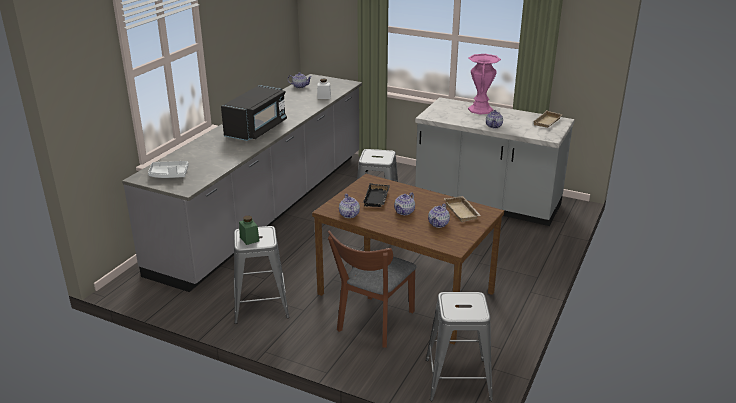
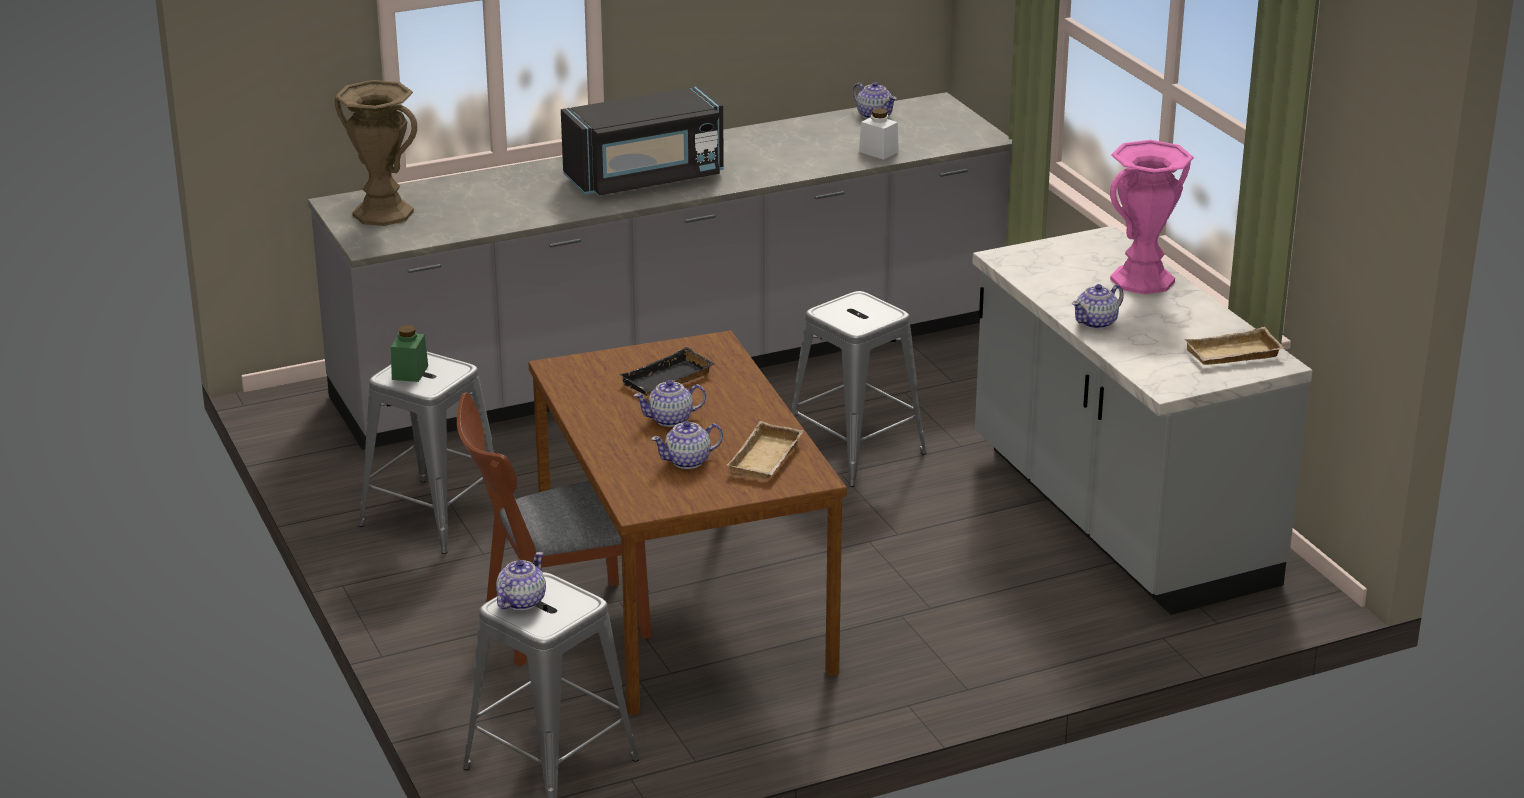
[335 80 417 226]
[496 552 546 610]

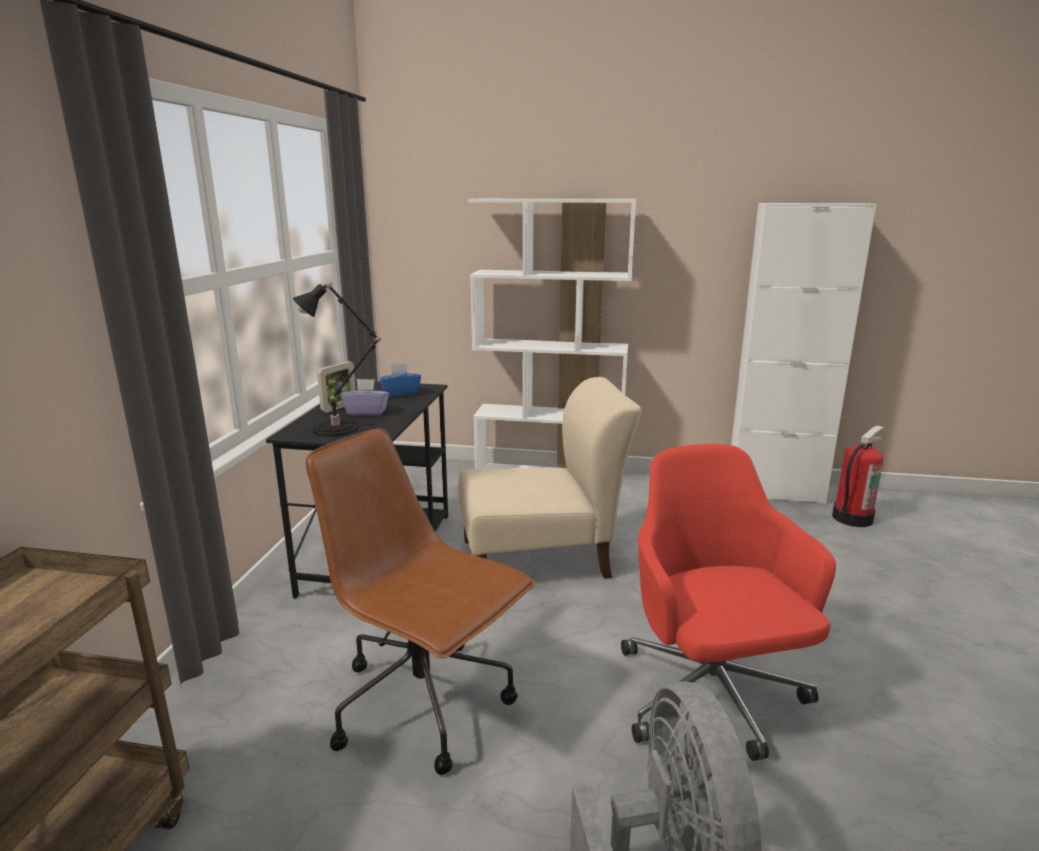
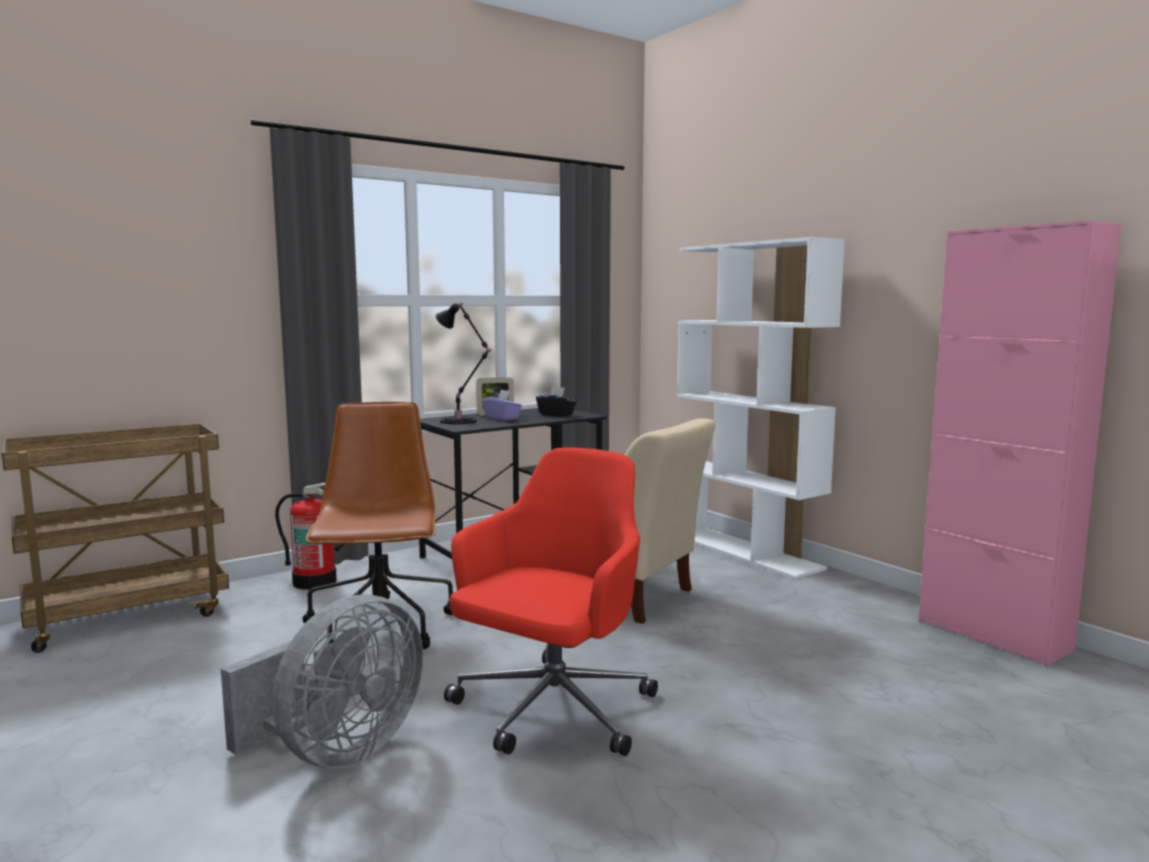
[536 387 576 417]
[919 220 1121 667]
[275 483 337 590]

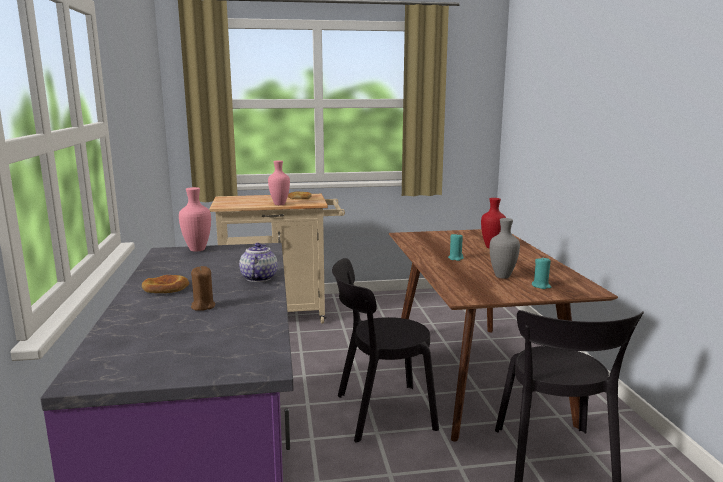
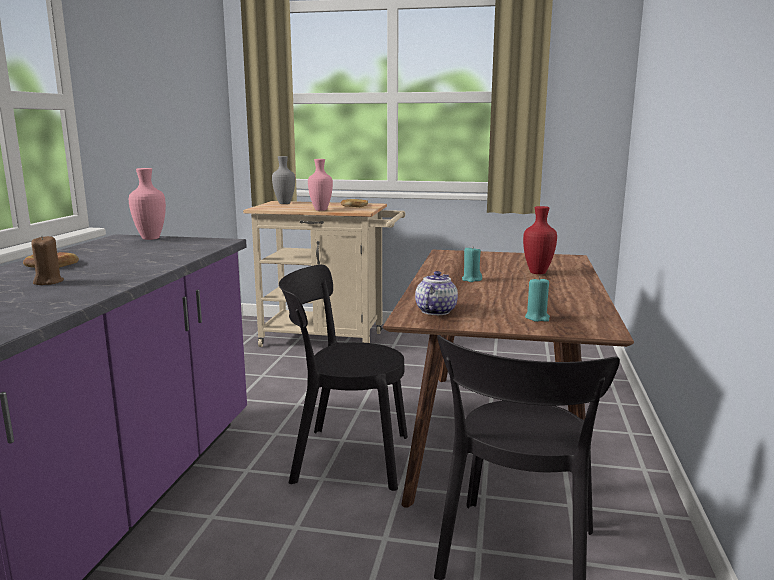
[415 271 458 315]
[272 156 295 204]

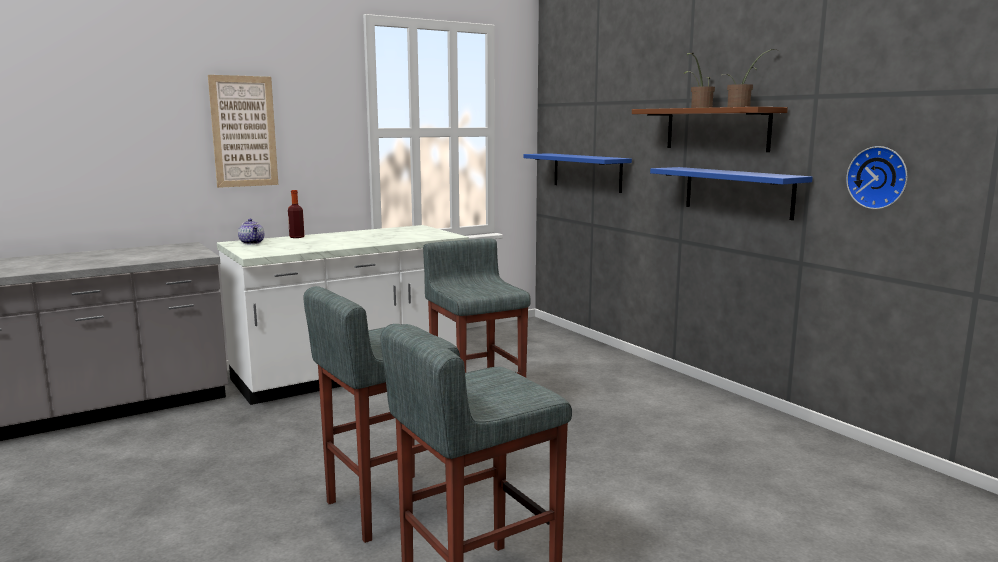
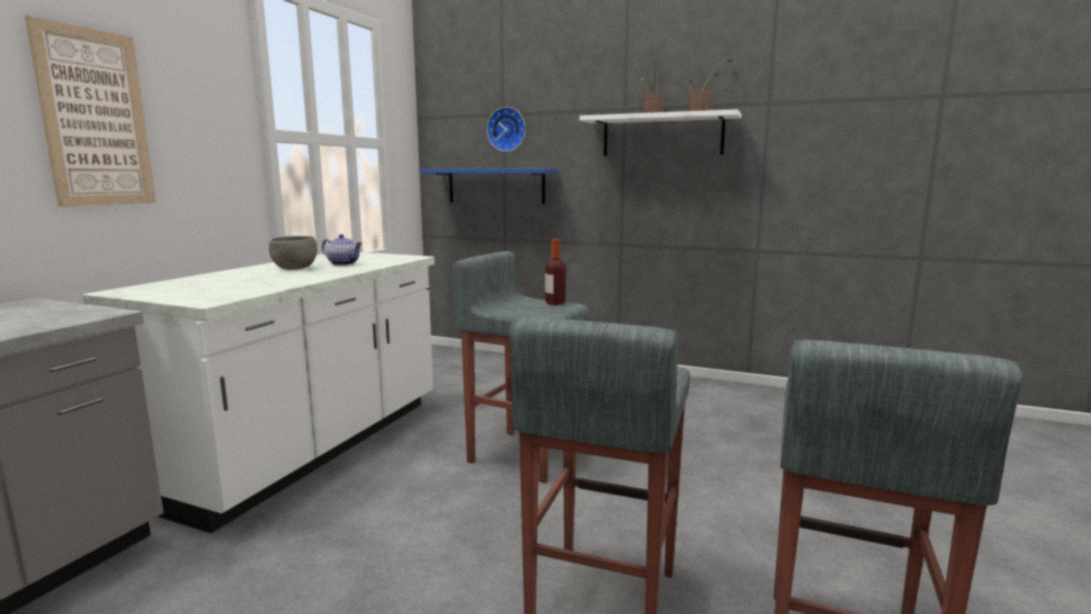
[322 234 363 266]
[545 239 566 305]
[580 109 742 156]
[650 167 813 220] (first image)
[487 107 526 152]
[269 236 317 270]

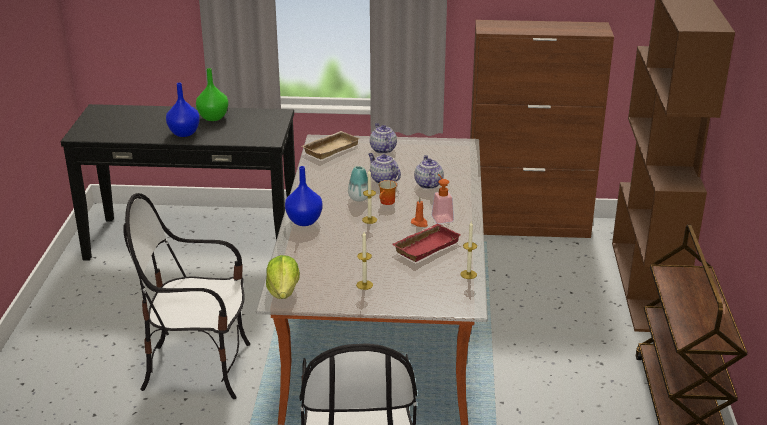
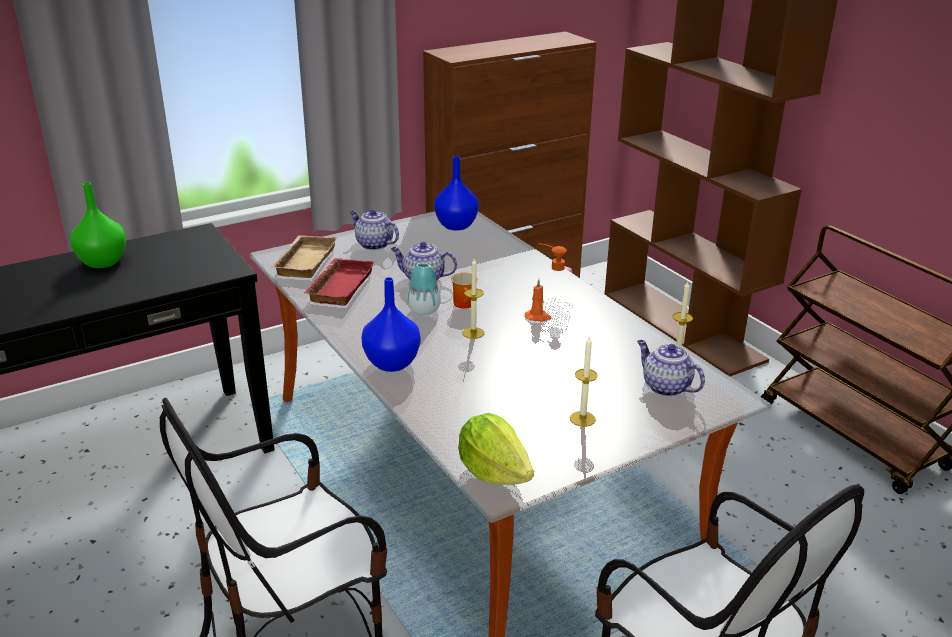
[434 156 479 230]
[305 258 374 305]
[637 340 705 397]

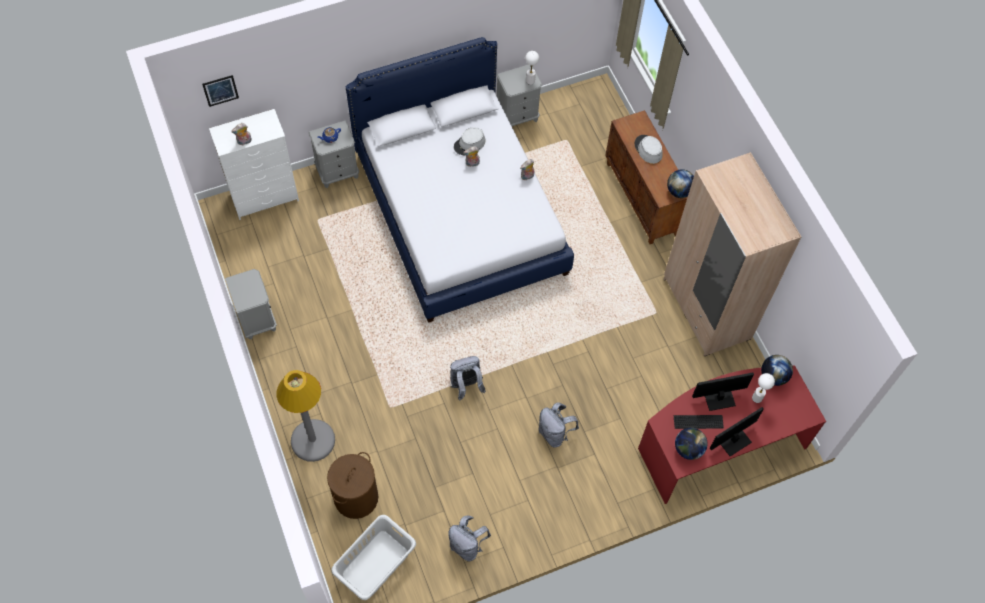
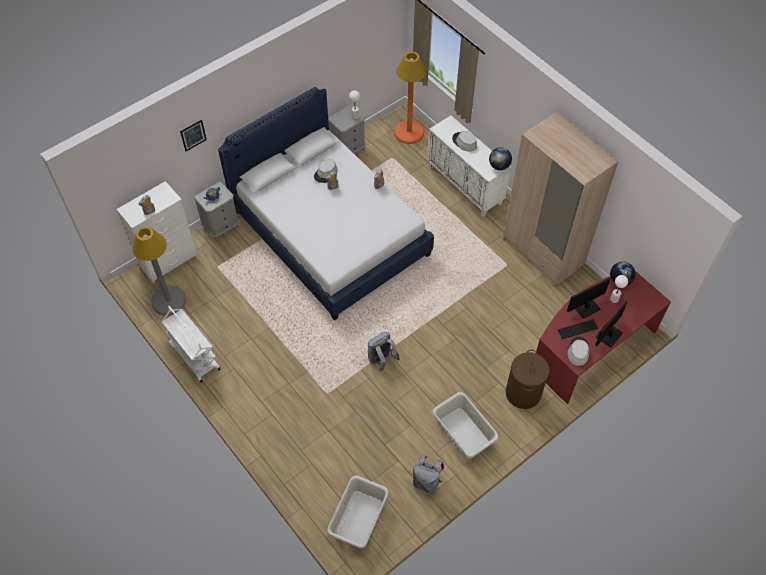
[180 120 207 151]
[162 306 221 382]
[132 226 186 316]
[506 350 549 409]
[538 403 579 448] (first image)
[427 116 511 217]
[567 337 589 366]
[394 51 426 144]
[432 392 499 459]

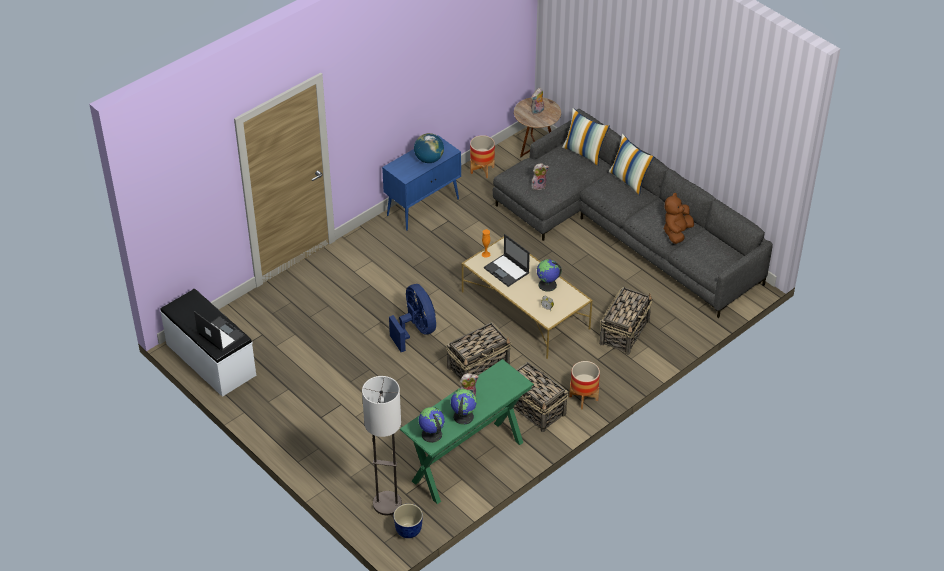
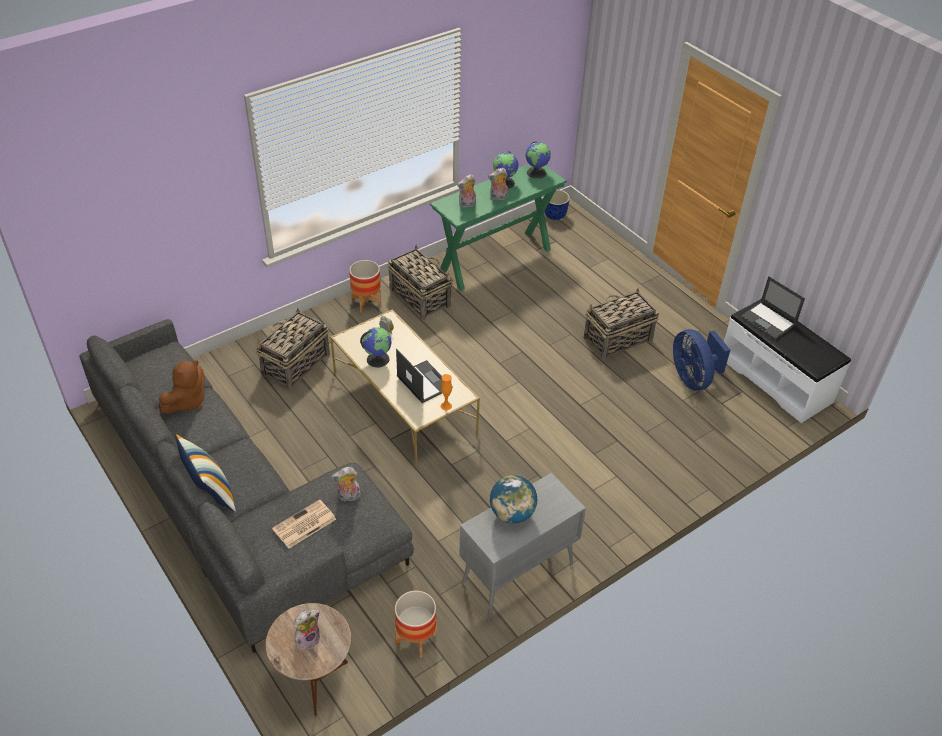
[362 376 402 515] (first image)
[459 473 586 617]
[673 329 730 390]
[584 288 659 360]
[562 108 610 166] (first image)
[272 500 336 549]
[457 174 476 208]

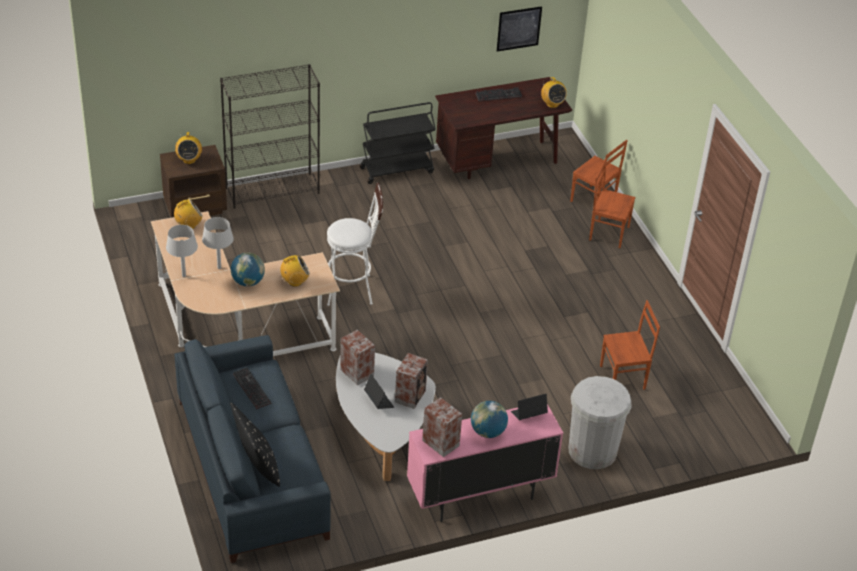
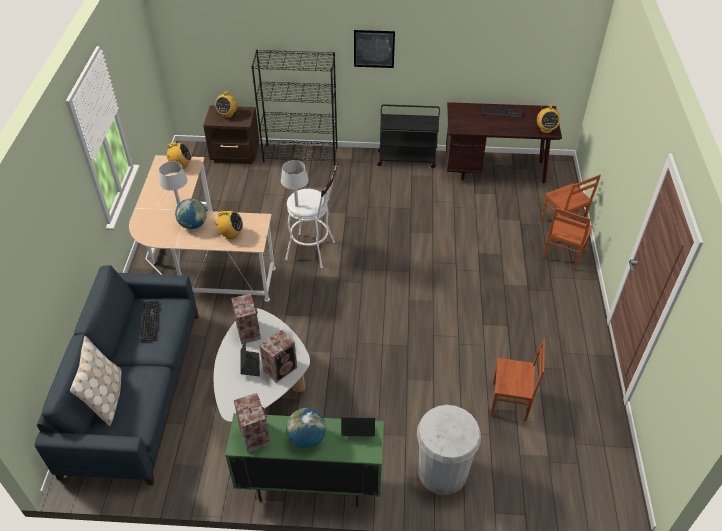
[281 160 309 207]
[70 336 122 426]
[225 413 384 507]
[354 30 395 68]
[543 208 593 270]

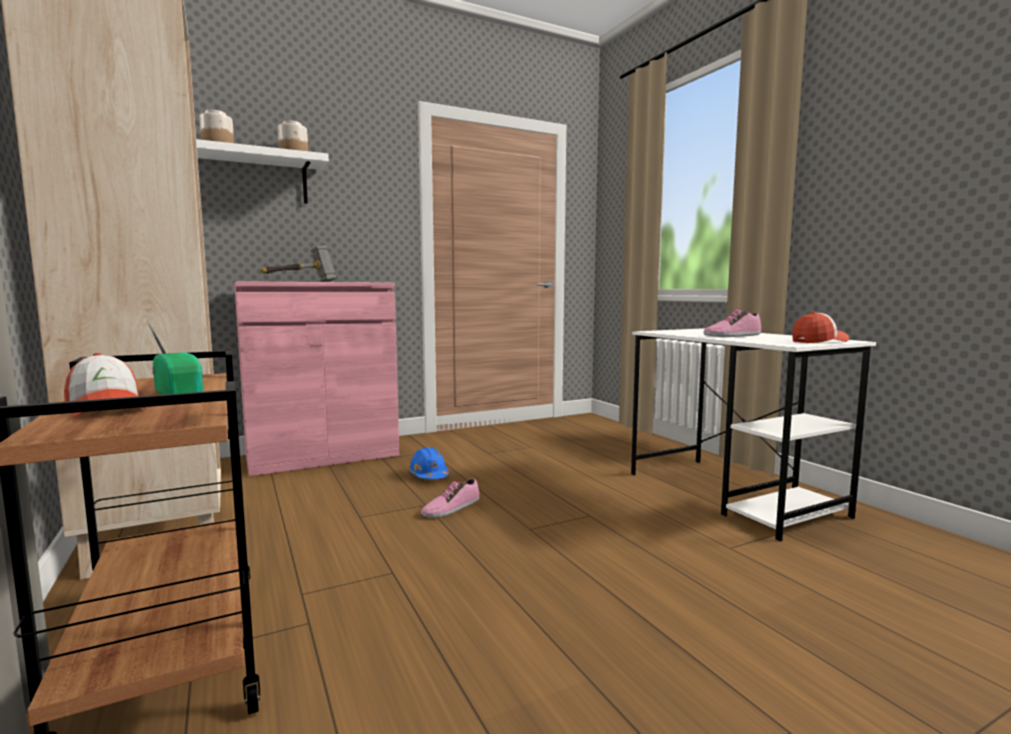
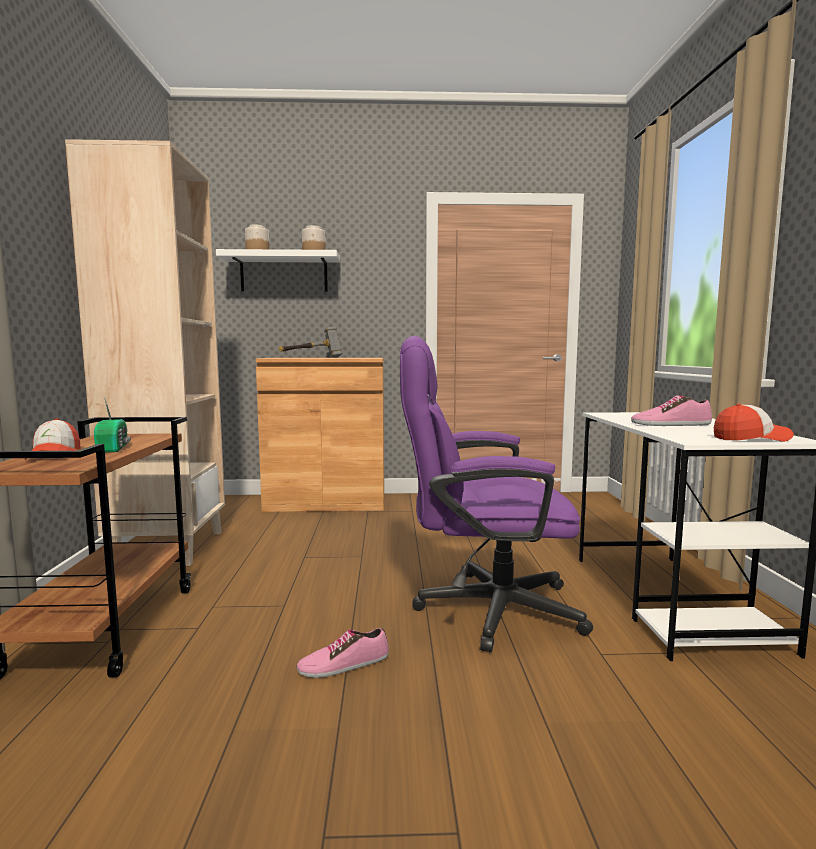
[256 358 384 512]
[408 447 449 480] (first image)
[296 628 389 678]
[400 336 593 652]

